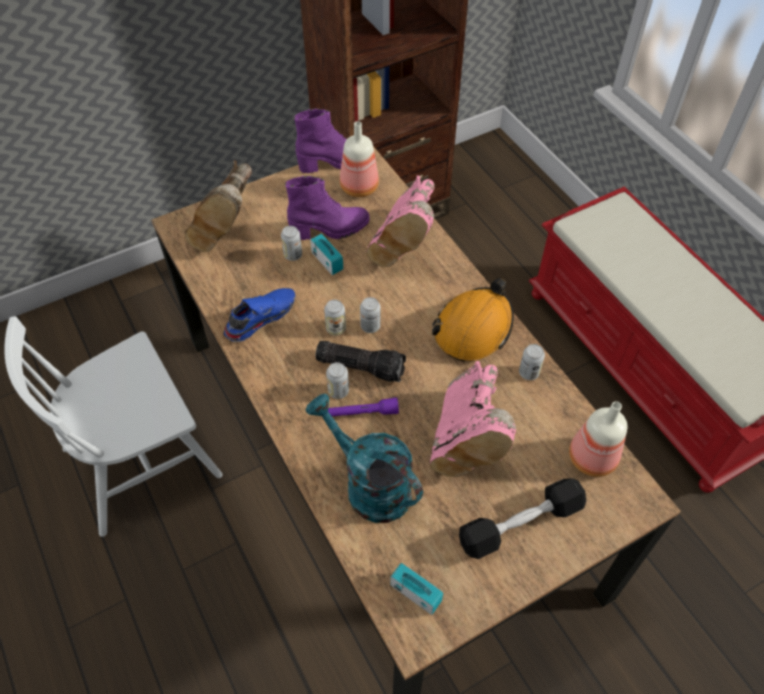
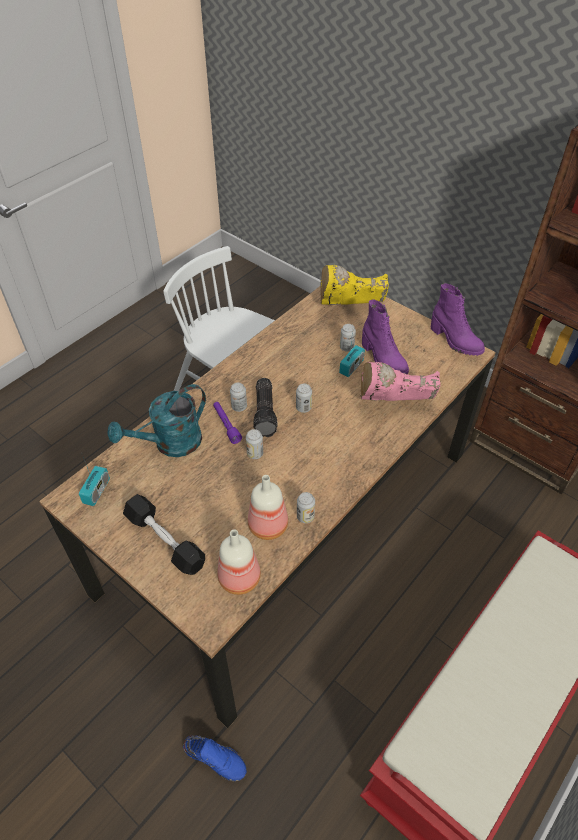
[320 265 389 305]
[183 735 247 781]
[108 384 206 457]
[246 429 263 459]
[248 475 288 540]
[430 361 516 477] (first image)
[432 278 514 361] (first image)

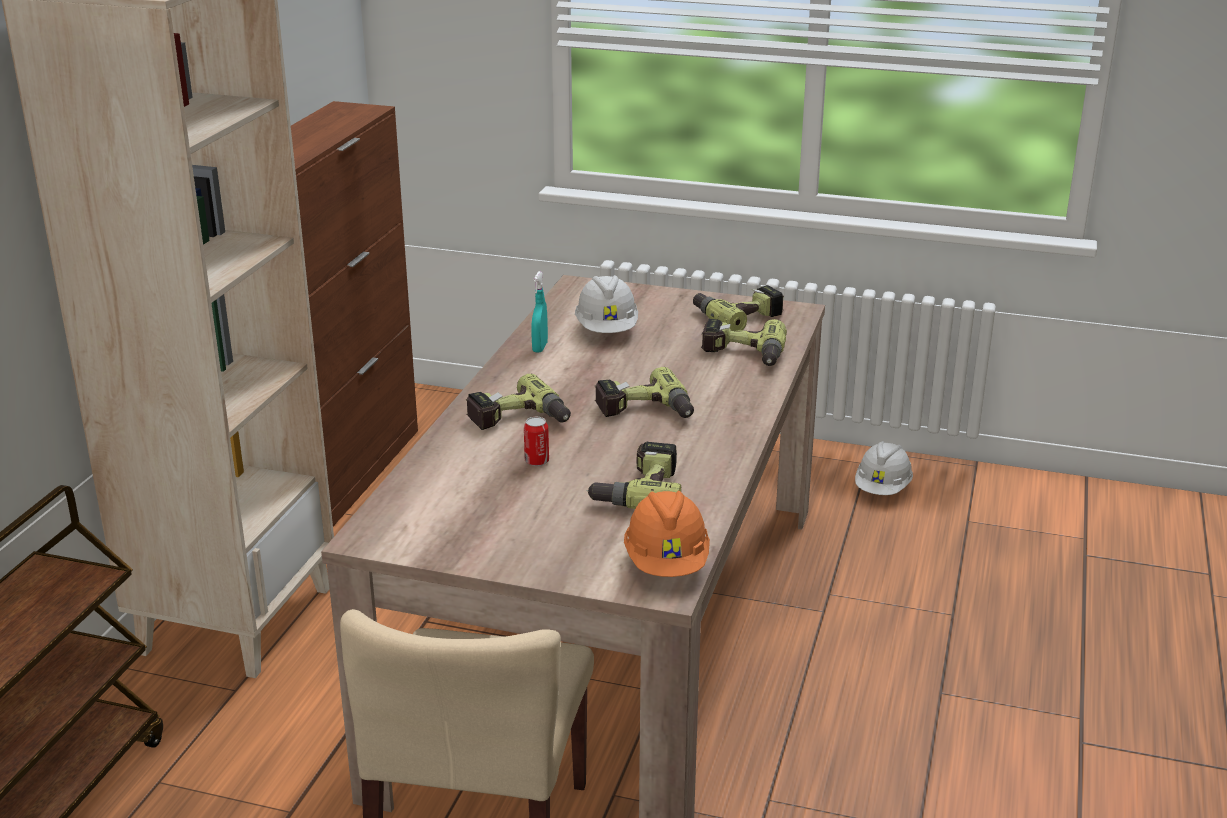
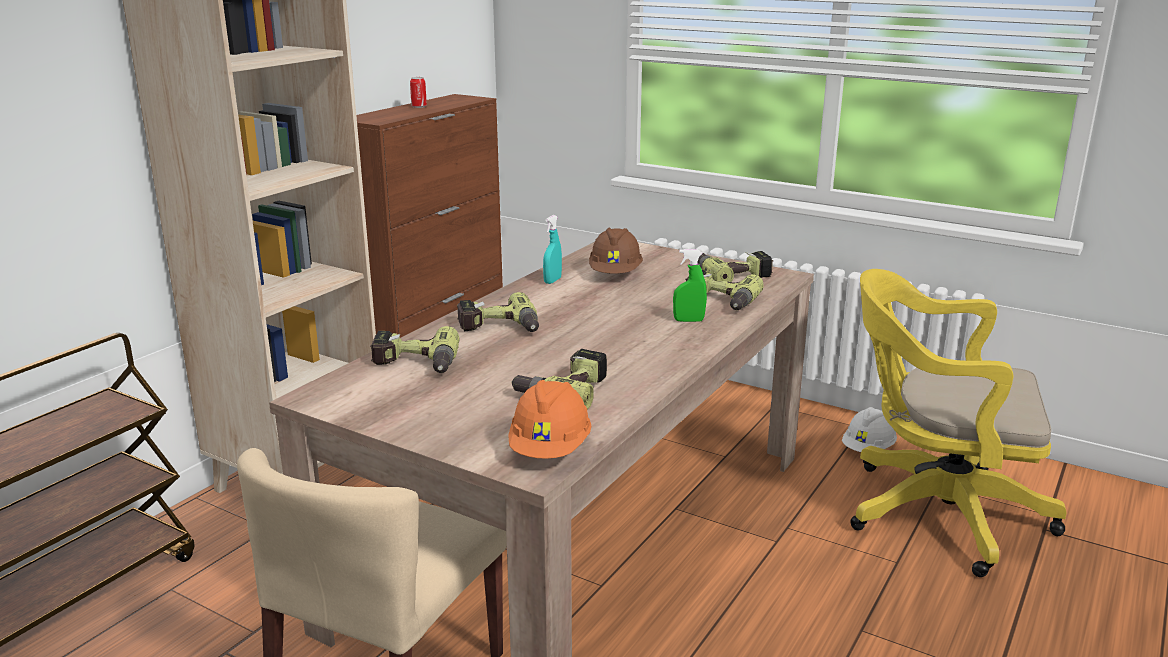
[410 77 427 108]
[589 227 643 274]
[370 326 460 373]
[673 249 707 322]
[851 269 1066 577]

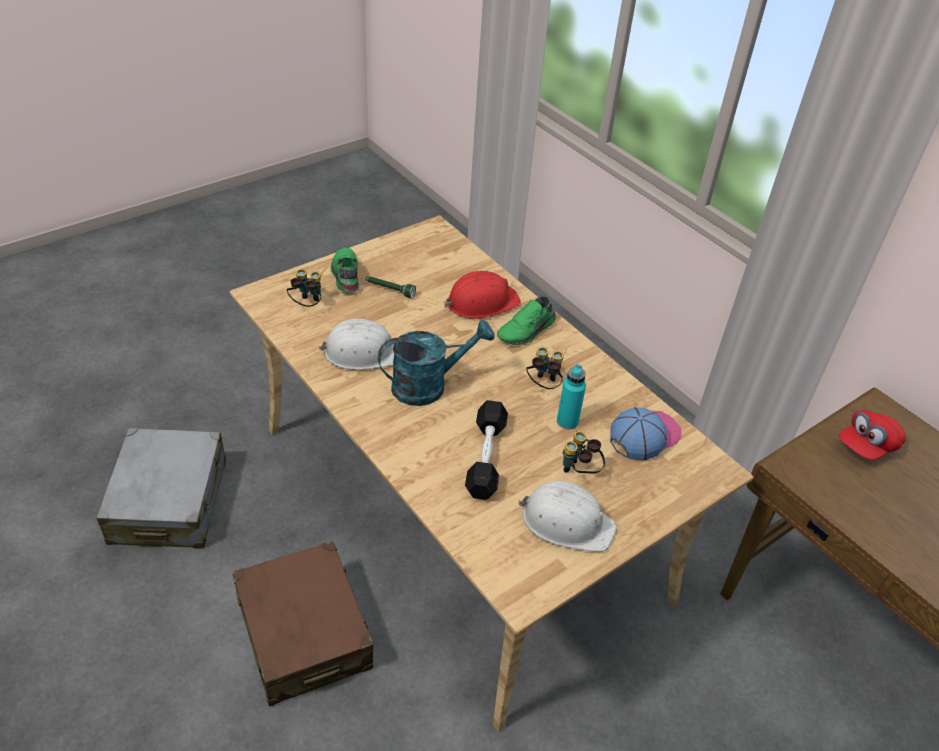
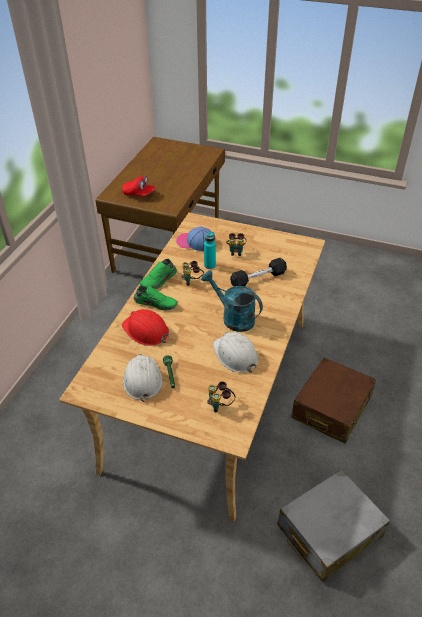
[140 259 177 289]
[123 354 163 402]

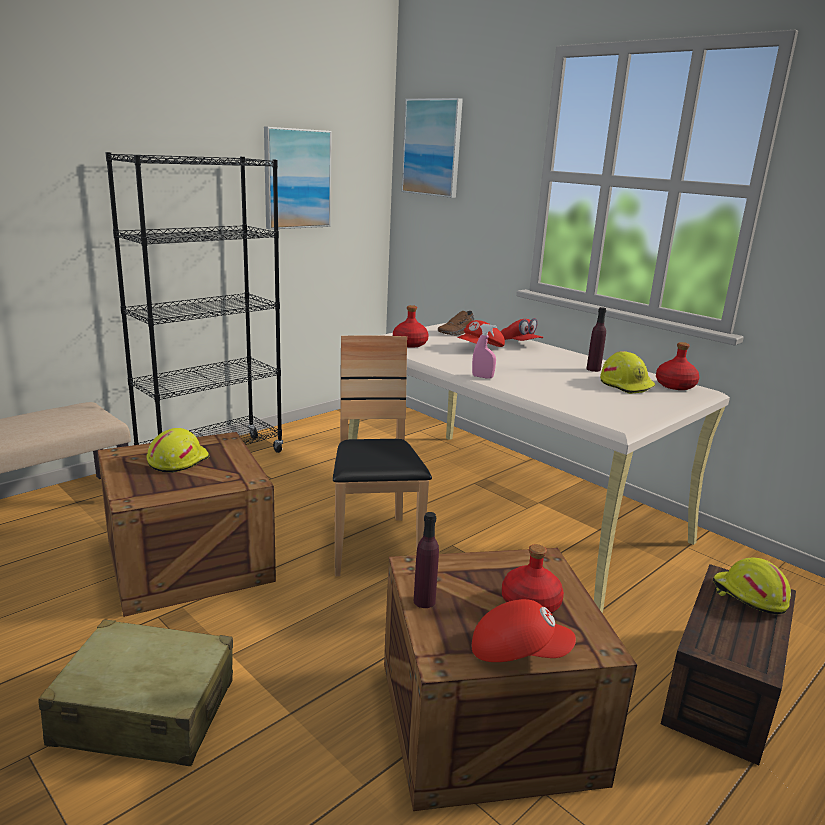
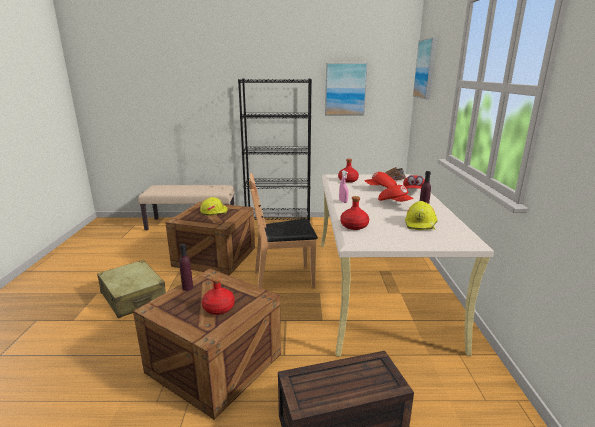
[249 173 318 288]
[378 185 414 202]
[340 196 369 230]
[713 558 791 615] (first image)

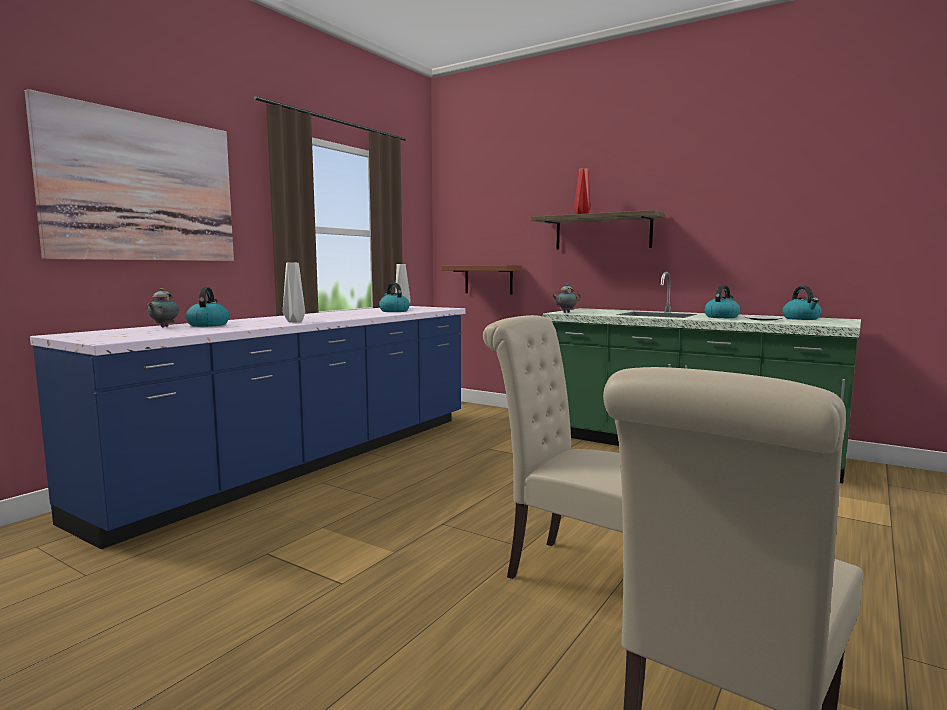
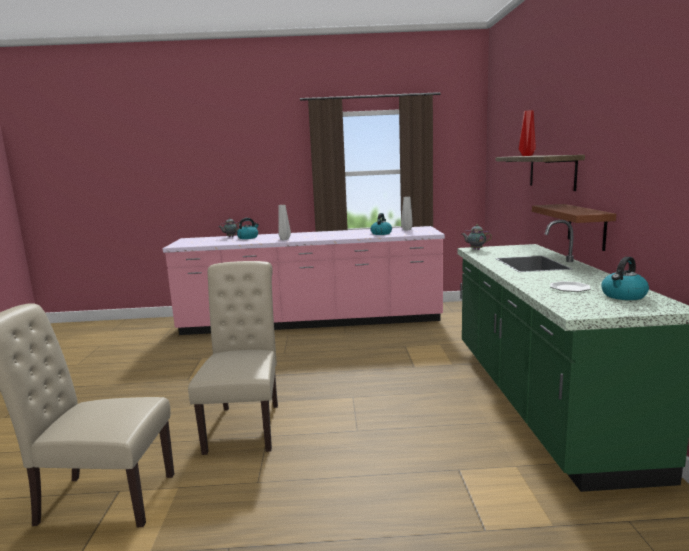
[25 89 234 261] (first image)
[163 226 445 335]
[532 204 616 251]
[704 285 740 318] (first image)

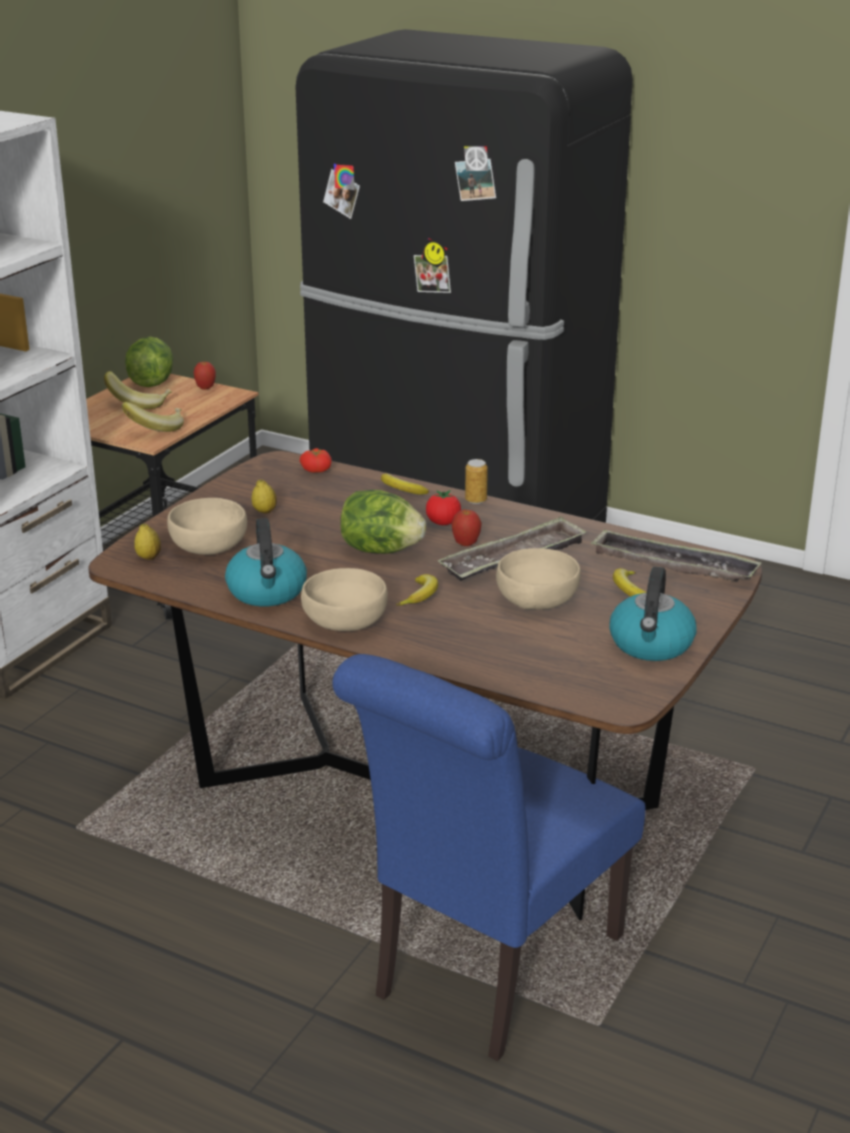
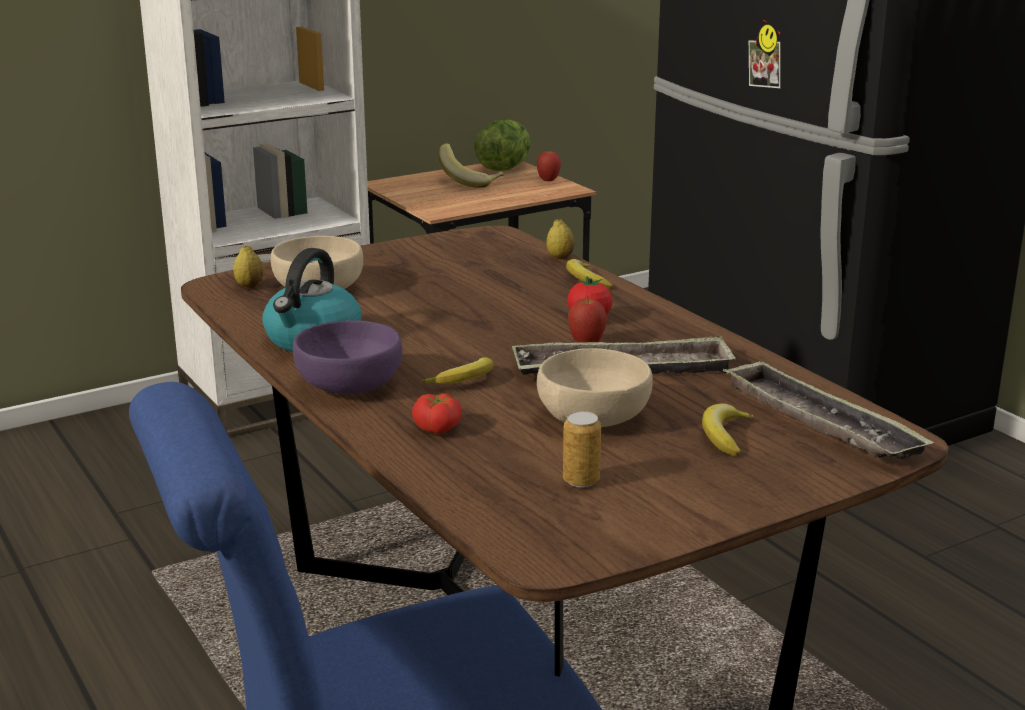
[122 402 184 432] (first image)
[547 219 574 259]
[412 394 462 433]
[293 320 402 394]
[340 490 426 554] (first image)
[563 411 601 488]
[610 567 697 661] (first image)

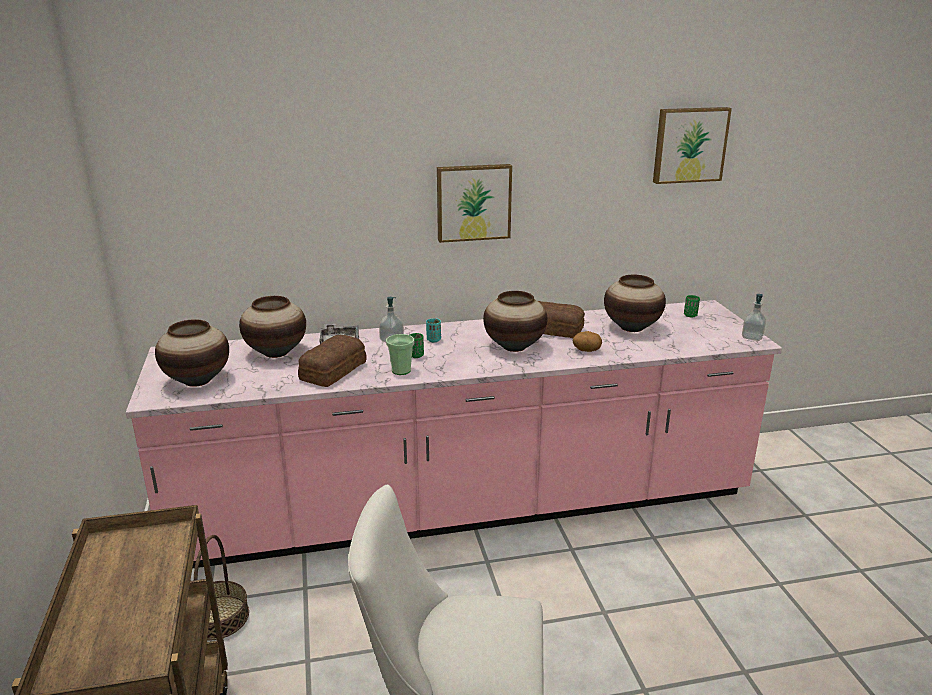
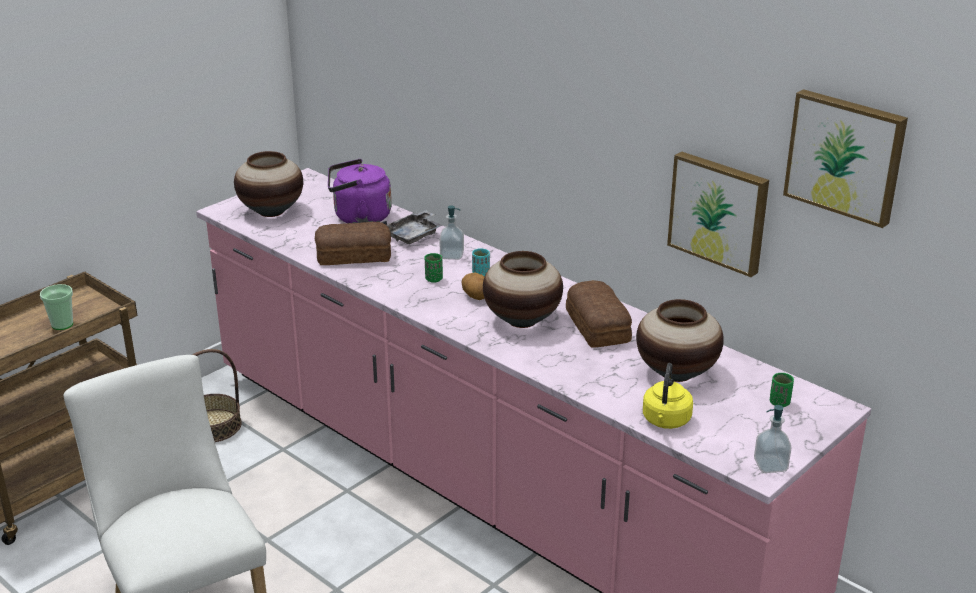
[328 159 392 223]
[40 284 73 330]
[667 152 769 277]
[461 273 484 300]
[643 363 693 429]

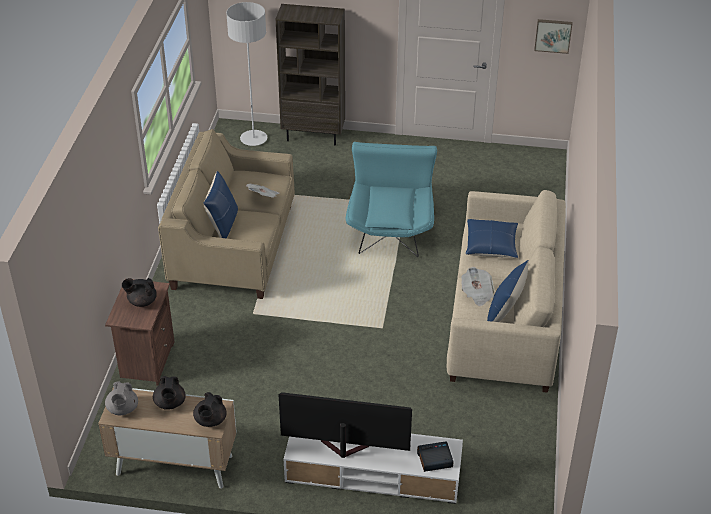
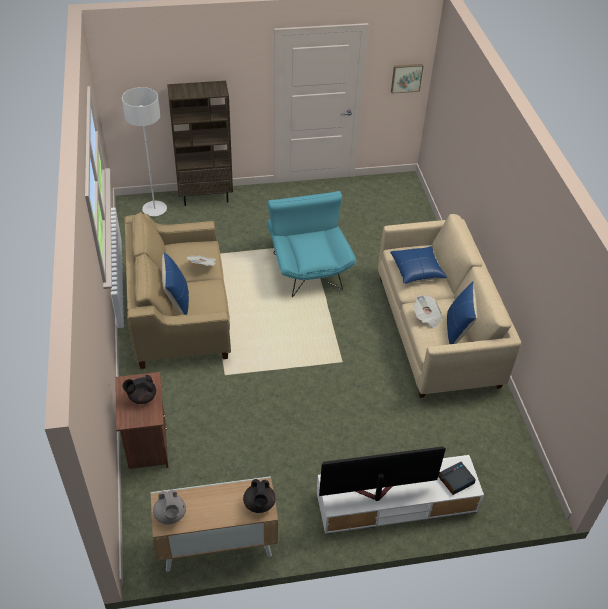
[153 376 186 410] (first image)

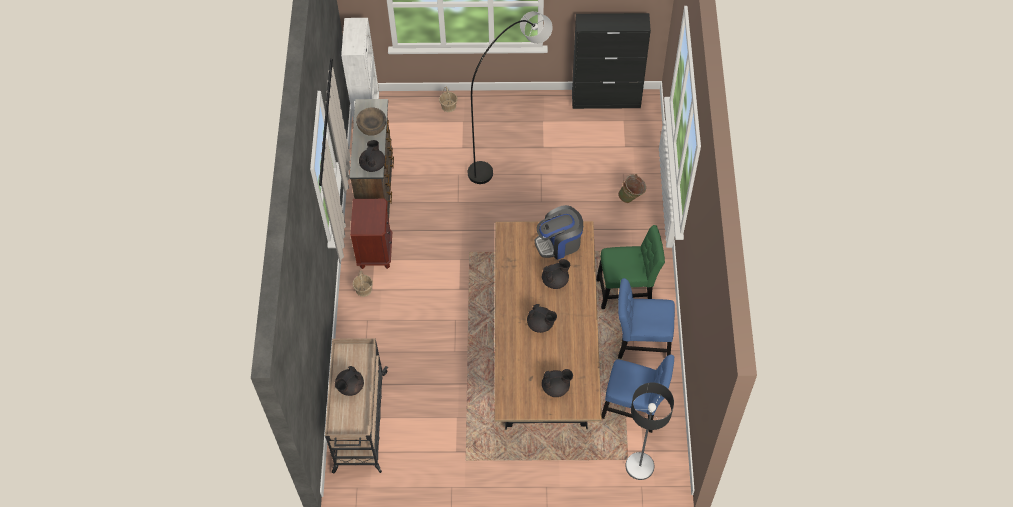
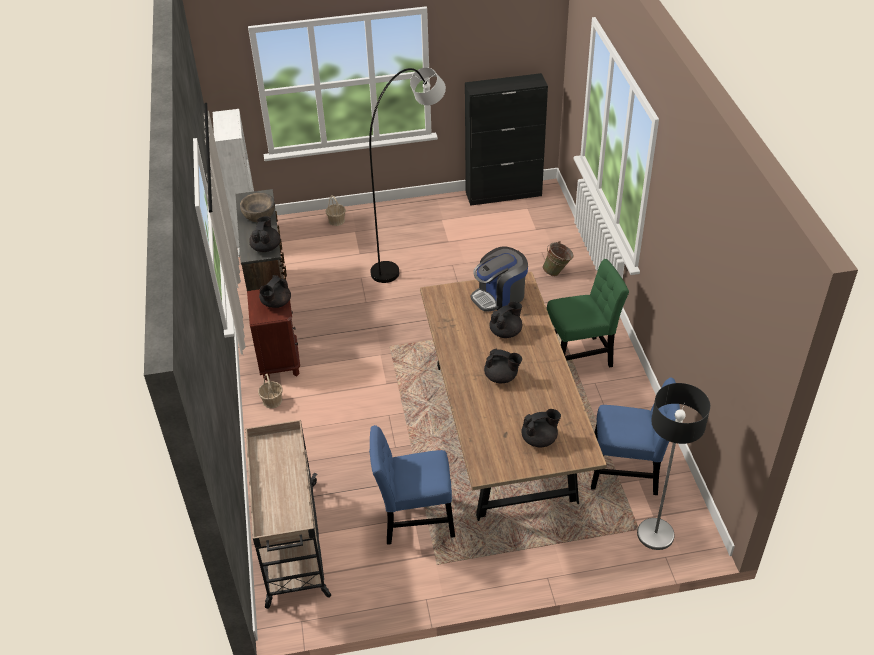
[259 275 291 308]
[369 425 455 545]

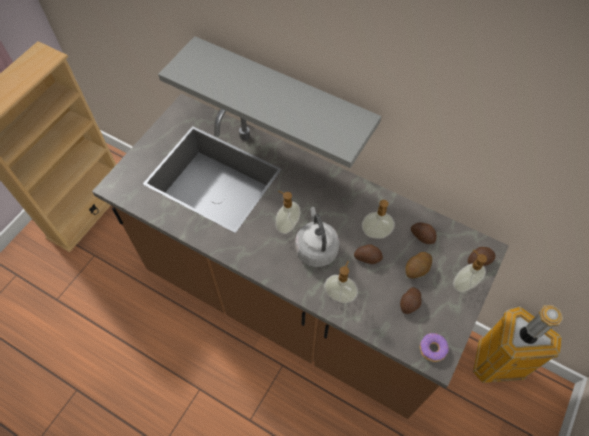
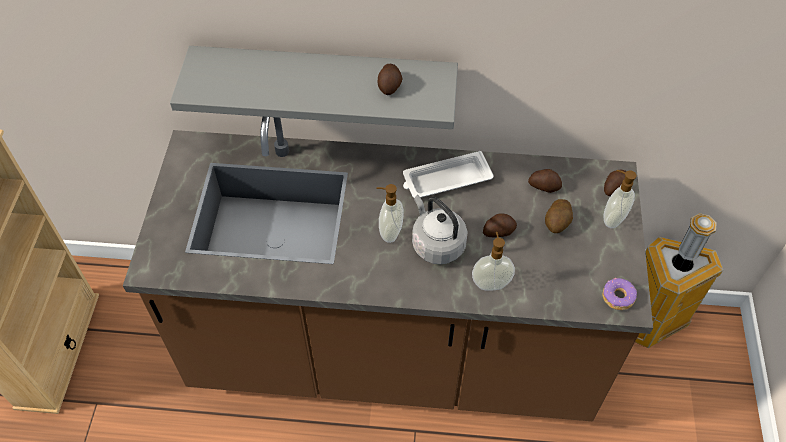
[362 200 395 239] (first image)
[378 64 403 95]
[403 151 494 198]

